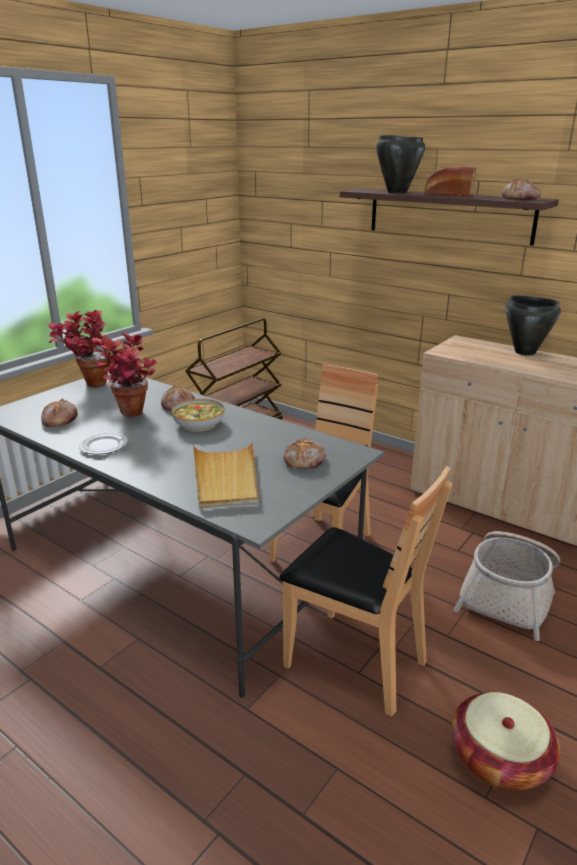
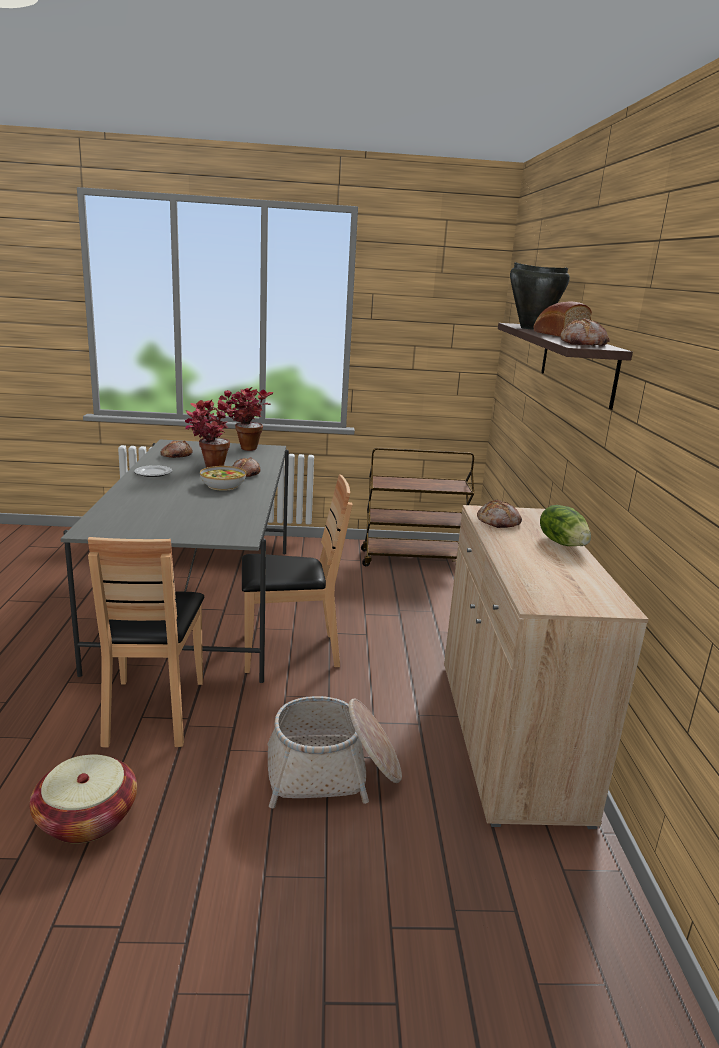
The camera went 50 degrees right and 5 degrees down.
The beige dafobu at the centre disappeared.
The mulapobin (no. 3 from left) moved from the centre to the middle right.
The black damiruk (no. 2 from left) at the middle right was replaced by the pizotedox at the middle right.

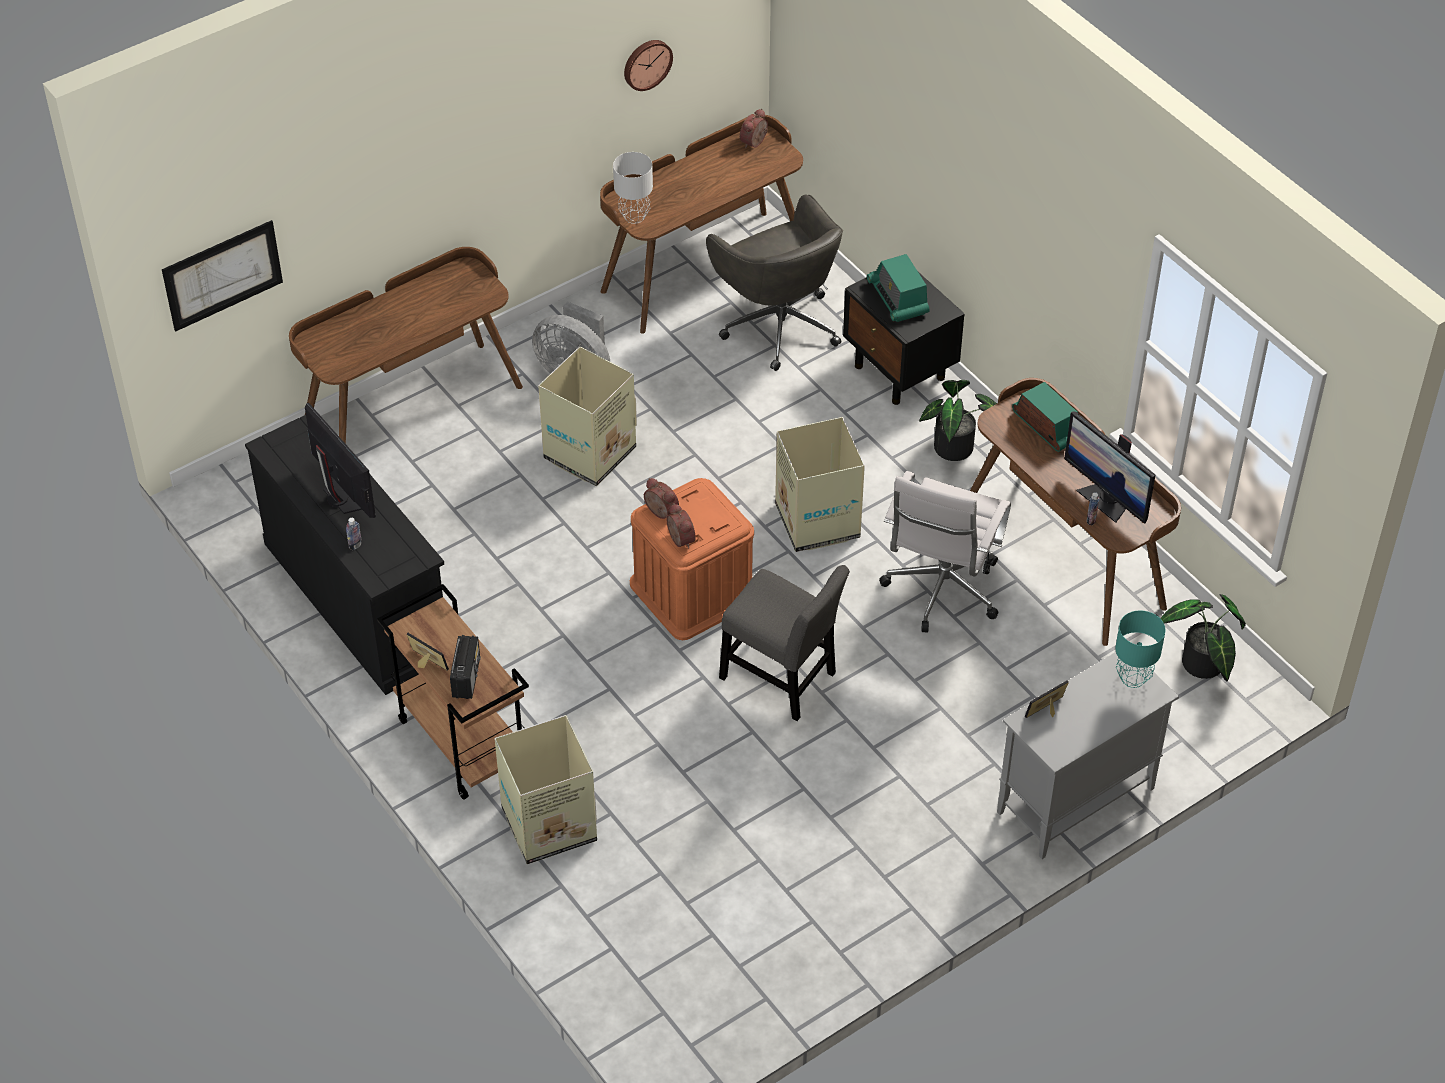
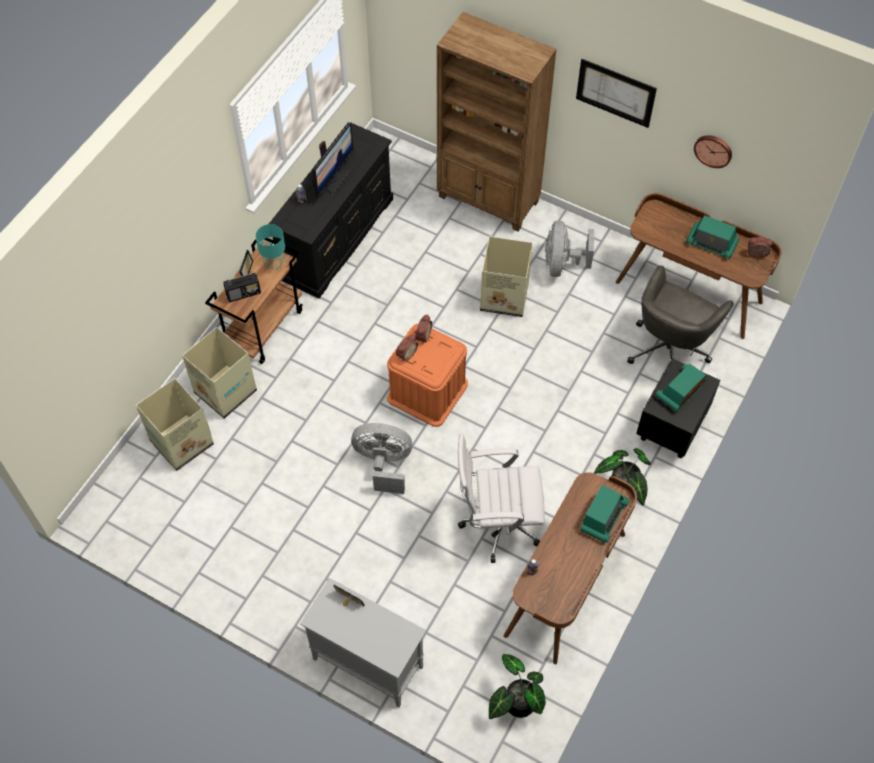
The camera went 65 degrees right and 10 degrees up.
The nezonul moved from the top left to the top right.
The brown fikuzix (no. 1 from left) at the top left was replaced by the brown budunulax at the top centre.
The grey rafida at the top centre disappeared.
The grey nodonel at the centre was replaced by the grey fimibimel (no. 1 from left) at the centre.
The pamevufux (no. 3 from left in the first image) moved from the centre to the middle left.
The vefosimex (no. 2 from left) at the middle right disappeared.
The turquoise rafida moved from the middle right to the top left.
The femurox (no. 4 from left) at the top right appeared.

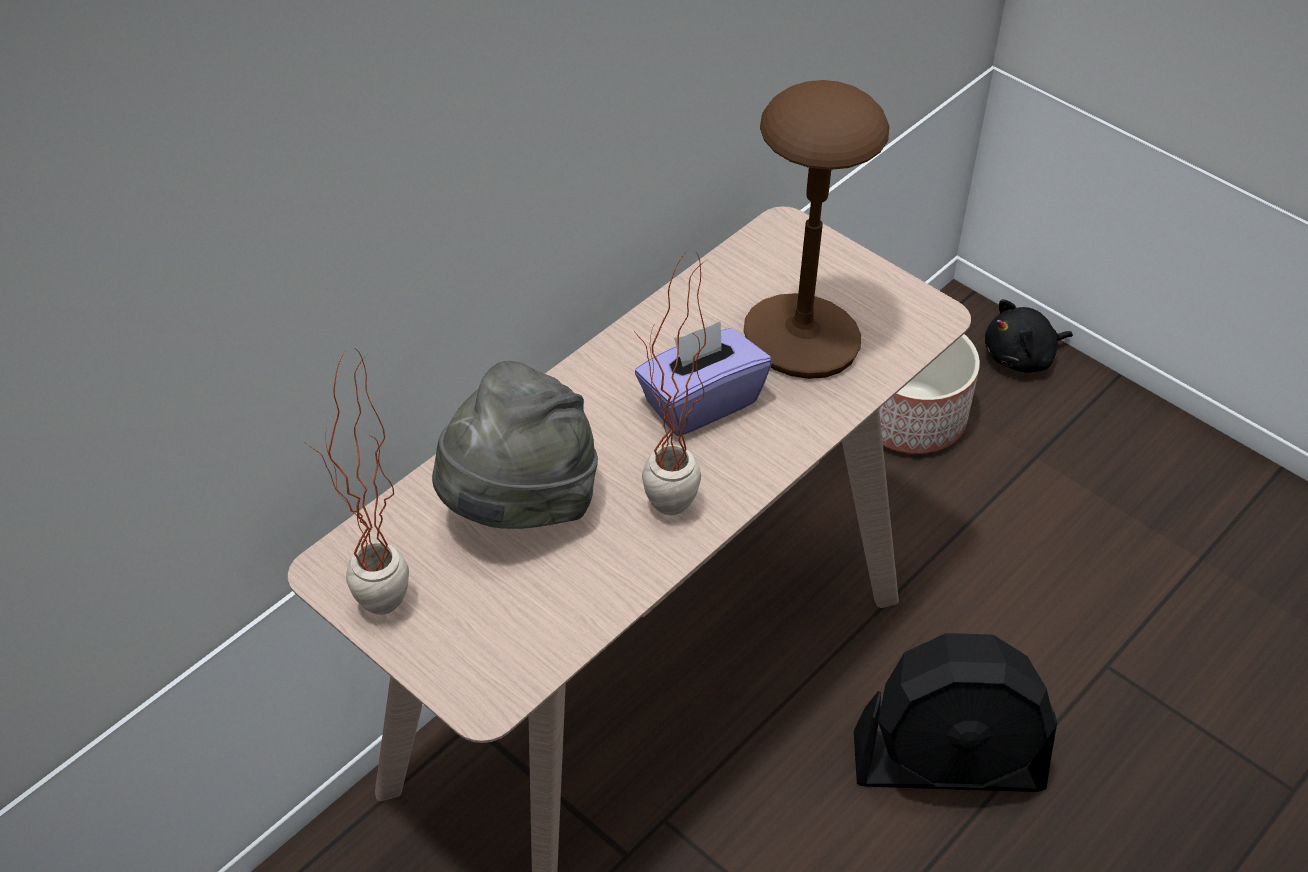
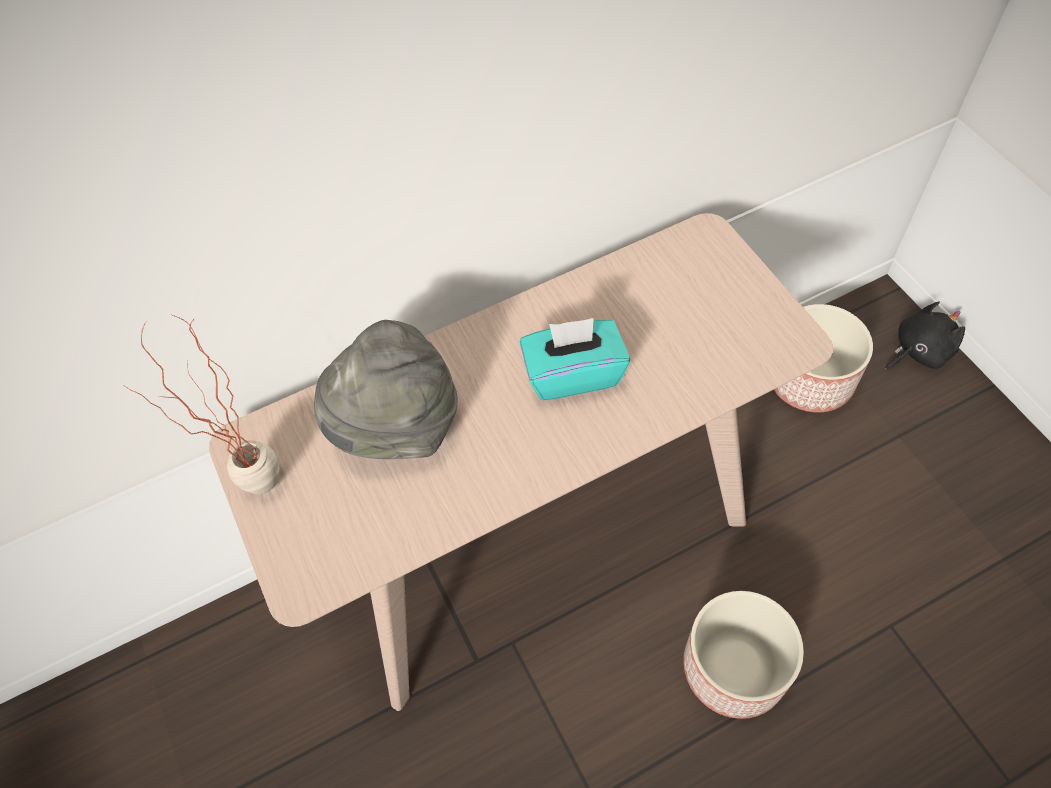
The camera went 25 degrees right and 10 degrees up.
The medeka (no. 2 from left) at the centre disappeared.
The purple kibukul at the centre became the turquoise kibukul at the centre.
The brown rafida at the top centre disappeared.
The black fimibimel at the bottom right was replaced by the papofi (no. 1 from left) at the bottom right.
The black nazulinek at the middle right turned 150 degrees clockwise.

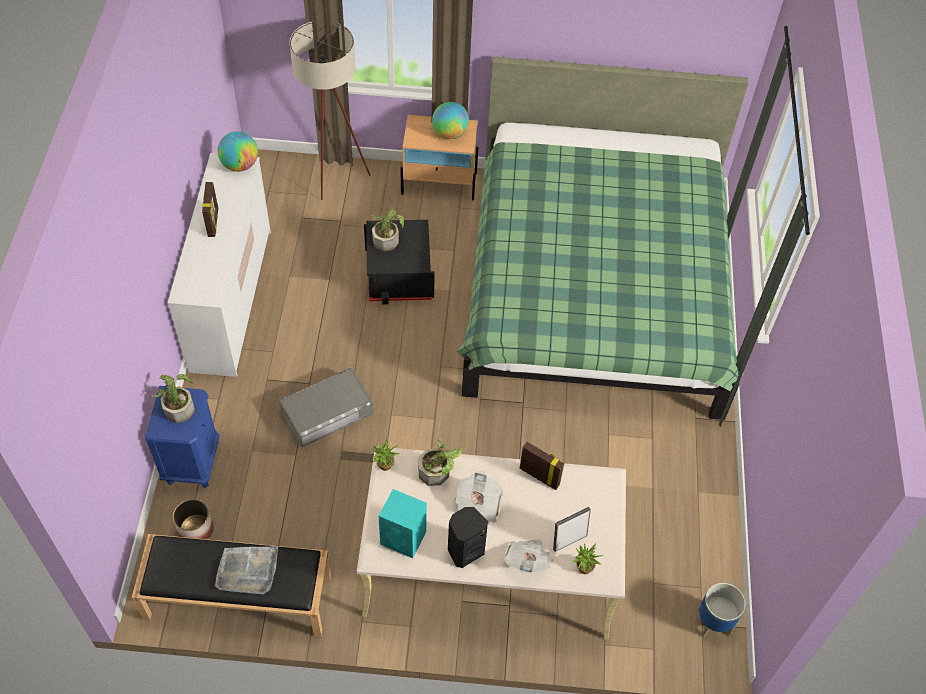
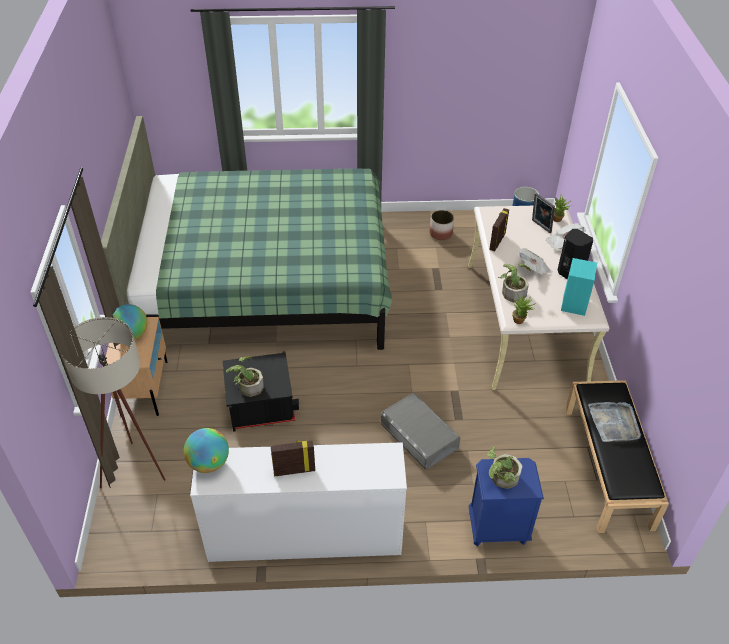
The camera went 95 degrees left and 10 degrees down.
The papofi (no. 1 from left) moved from the bottom left to the centre.

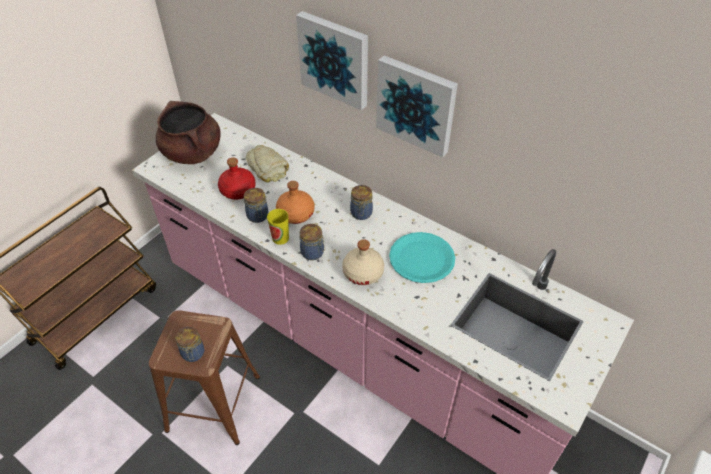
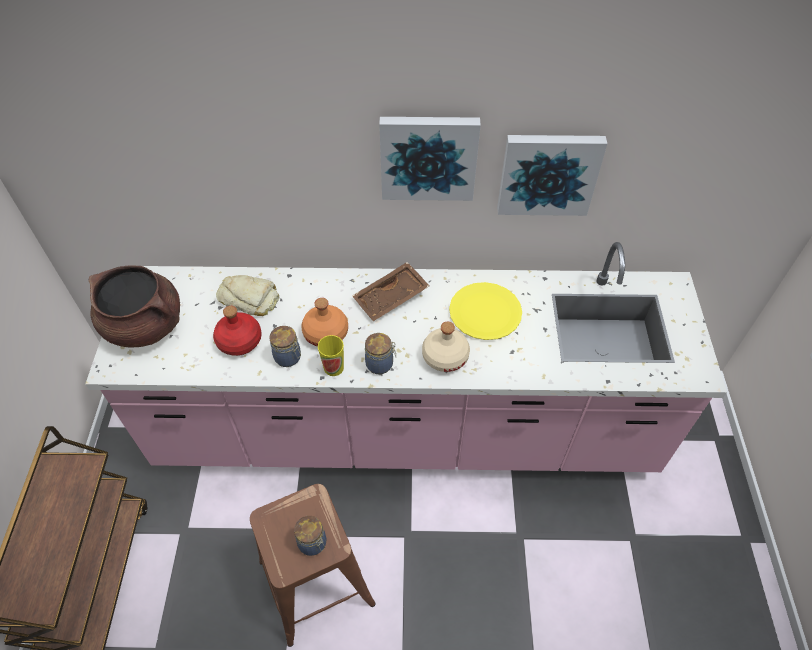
The camera went 35 degrees left and 5 degrees up.
The nezonul (no. 1 from left in the first image) moved from the top centre to the top right.
The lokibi (no. 4 from left) at the centre was replaced by the brown dafobu at the centre.
The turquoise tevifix at the centre became the yellow tevifix at the centre.

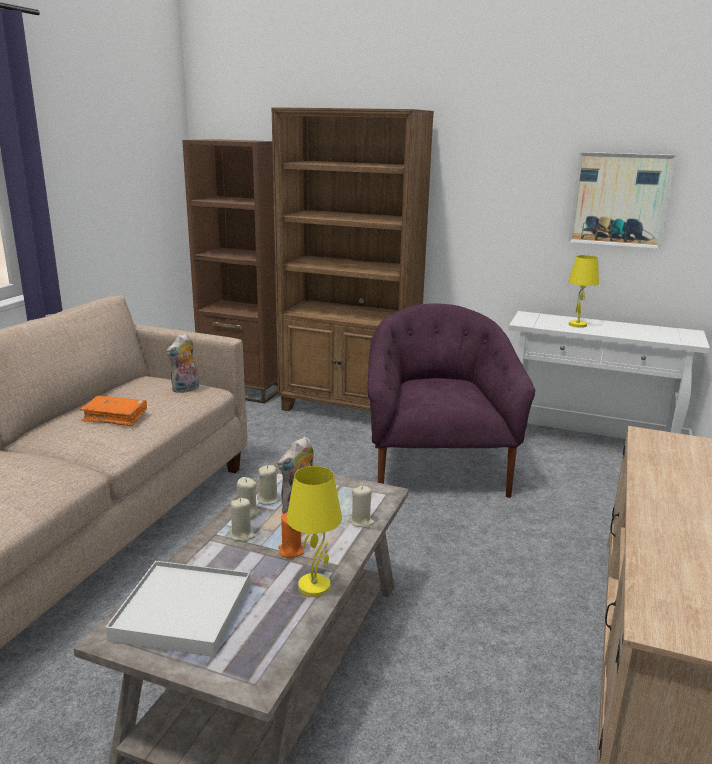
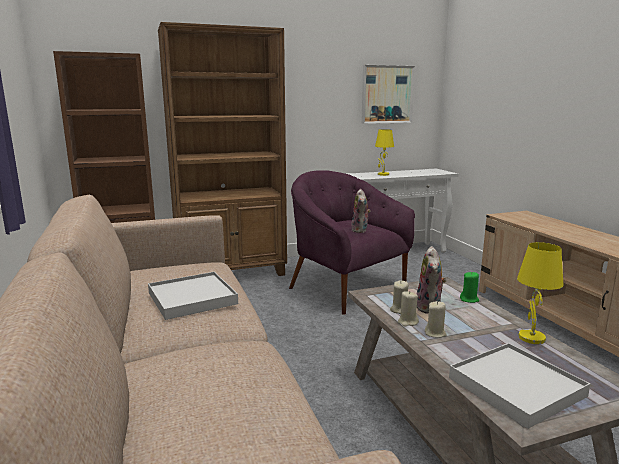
The camera went 40 degrees left and 5 degrees down.
The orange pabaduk at the middle left was replaced by the white dafobu (no. 1 from left) at the middle left.
The nazulinek (no. 1 from left) moved from the middle left to the centre.
The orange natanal at the bottom centre disappeared.
The beige natanal (no. 4 from left) at the centre became the green natanal at the middle right.

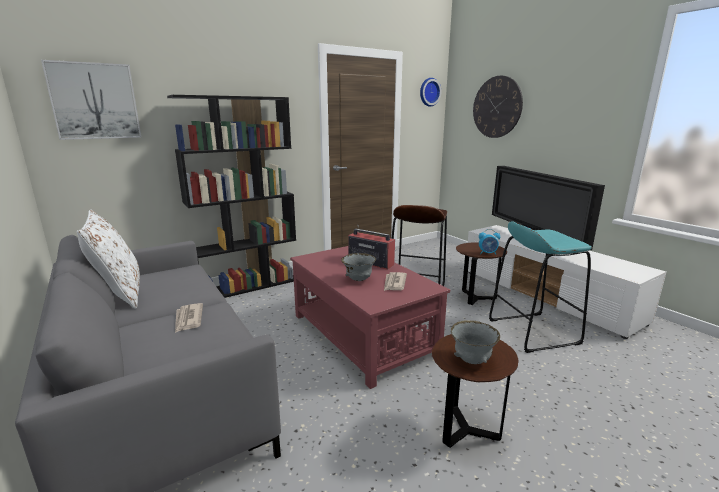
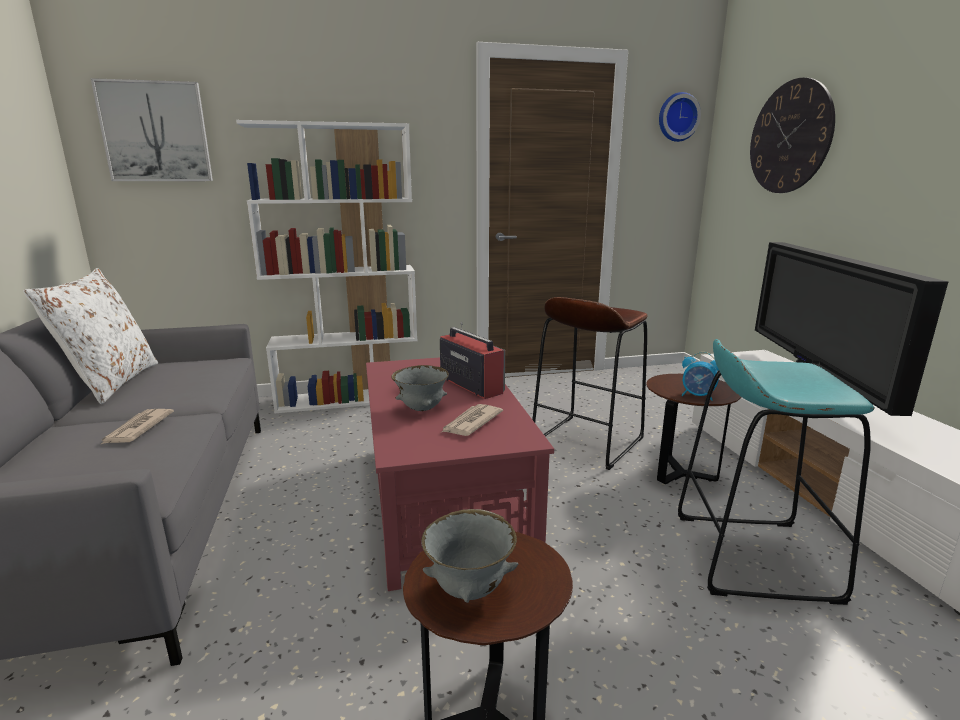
The camera went 20 degrees right and 0 degrees up.
The black budunulax at the middle left became the white budunulax at the centre.

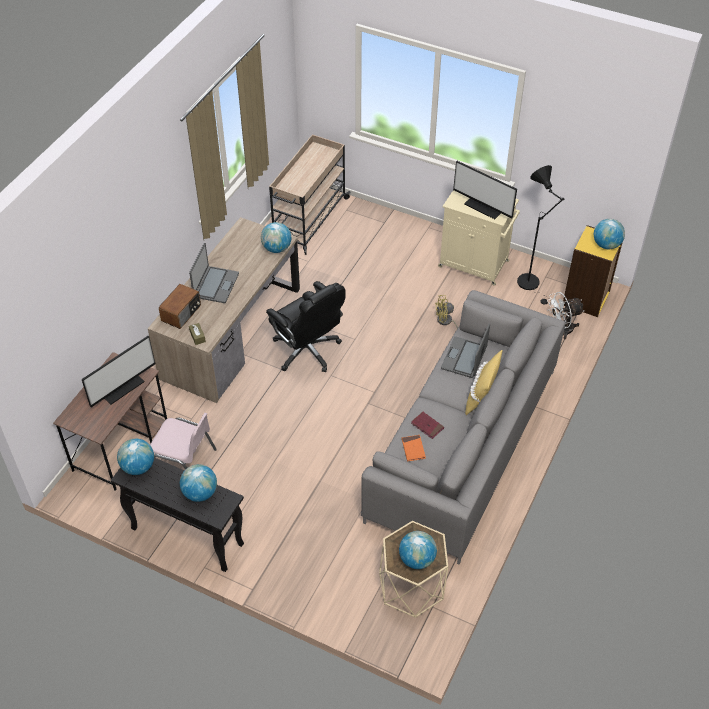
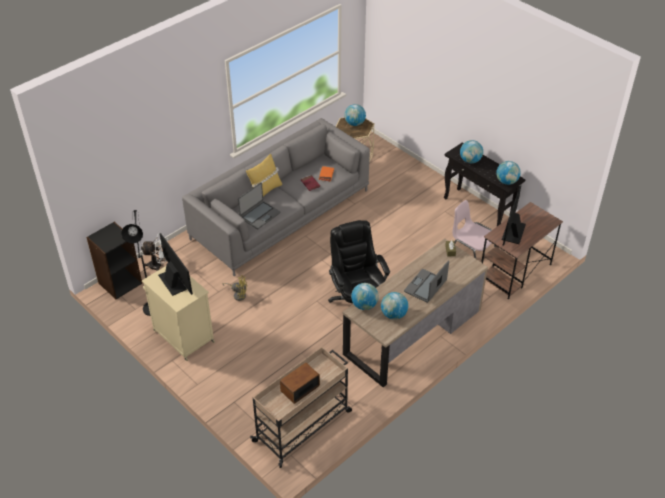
The camera went 160 degrees left and 5 degrees down.
The vefosimex (no. 1 from left in the first image) at the middle left turned 45 degrees counterclockwise.
The femurox moved from the middle left to the bottom centre.
The yellow budunulax at the middle right became the black budunulax at the middle left.
The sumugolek (no. 5 from left in the first image) moved from the top right to the centre.

